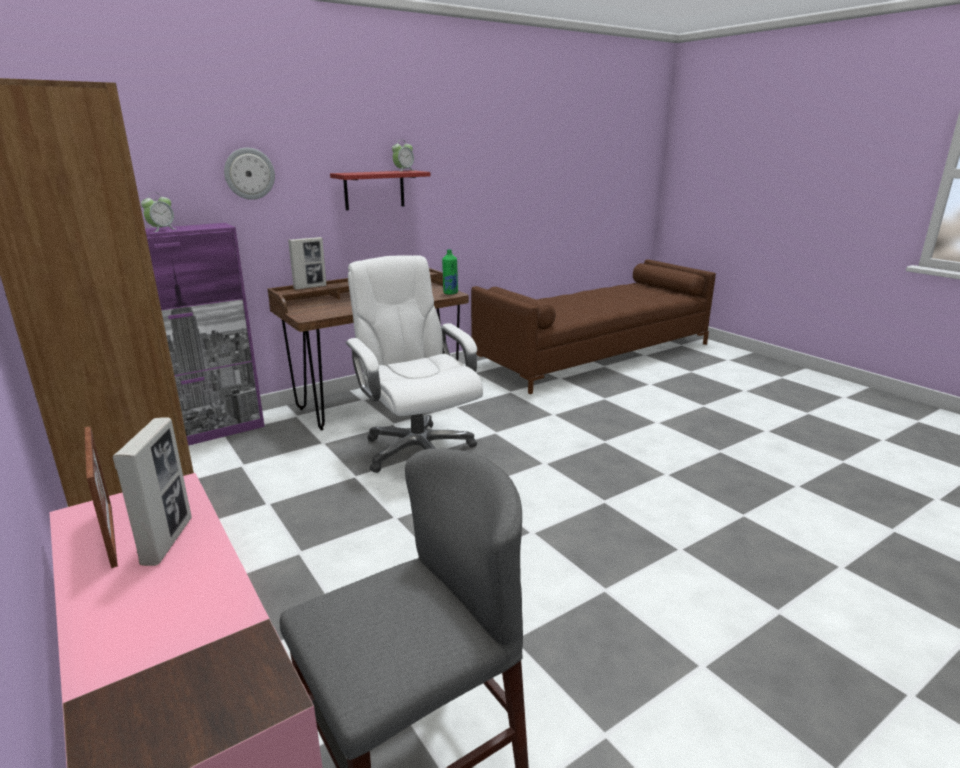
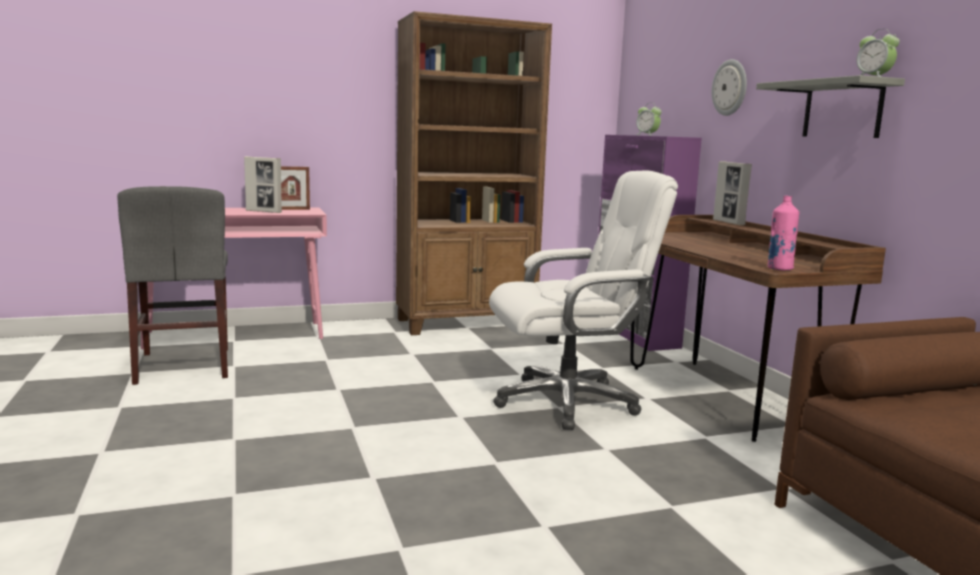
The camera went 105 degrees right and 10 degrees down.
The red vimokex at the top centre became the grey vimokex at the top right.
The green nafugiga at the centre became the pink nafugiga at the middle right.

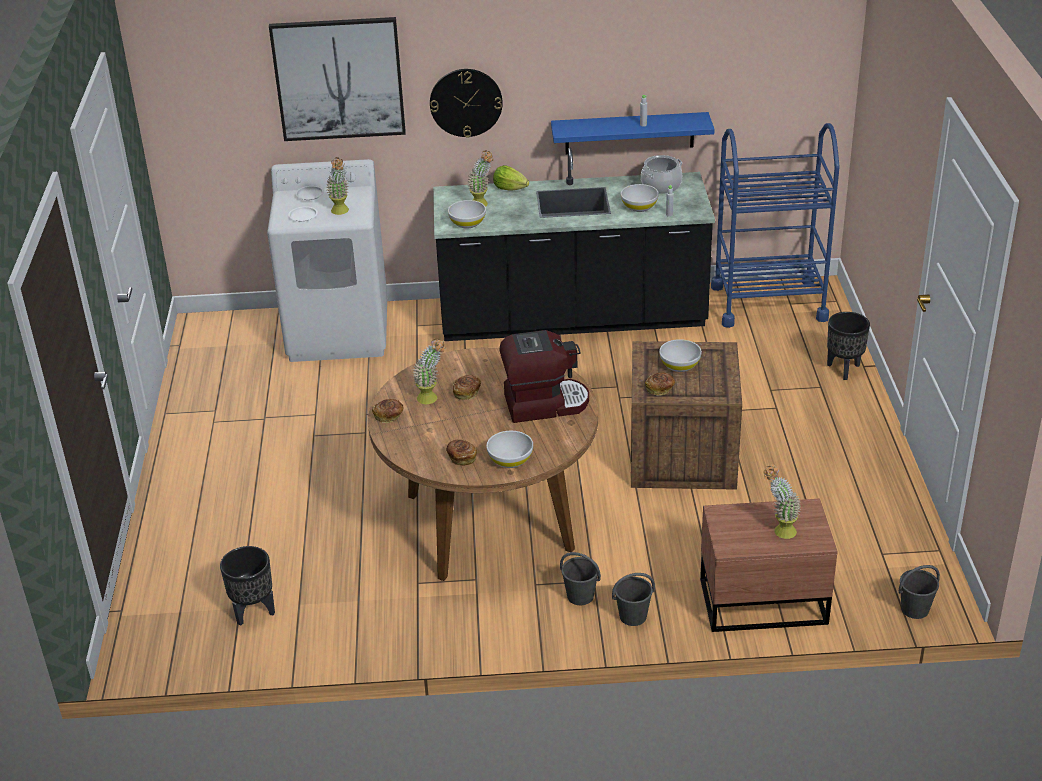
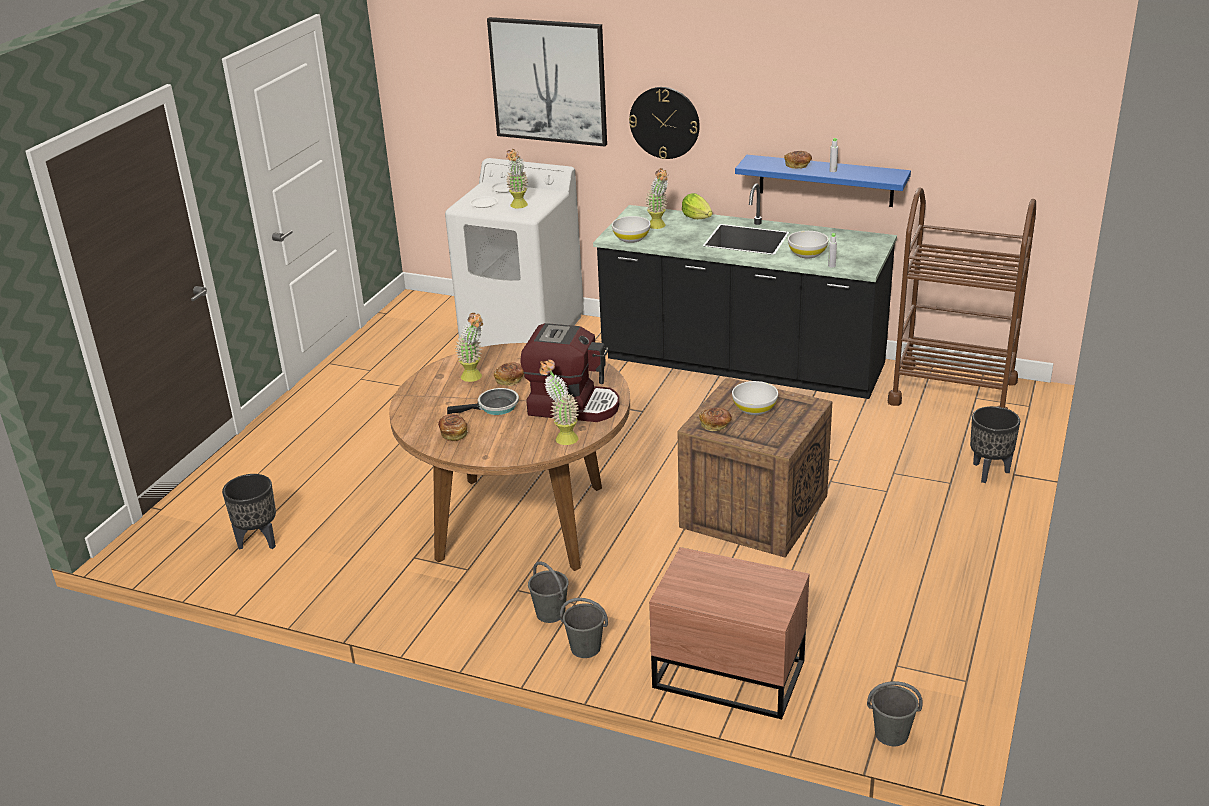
The camera went 25 degrees right and 5 degrees down.
The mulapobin (no. 1 from left in the first image) moved from the centre to the top centre.
The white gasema (no. 2 from left) at the centre disappeared.
The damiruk at the top centre disappeared.
The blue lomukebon at the top right became the brown lomukebon at the middle right.
The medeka (no. 4 from left in the first image) moved from the middle right to the centre.
The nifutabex at the centre appeared.

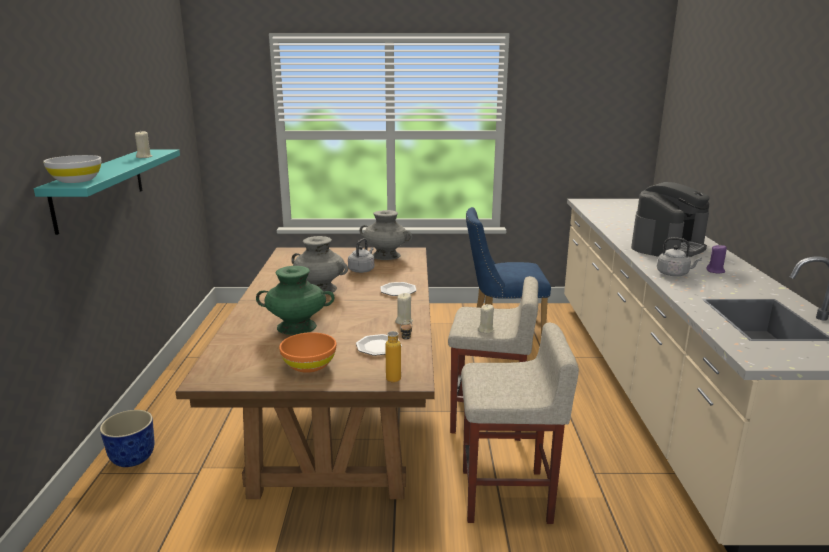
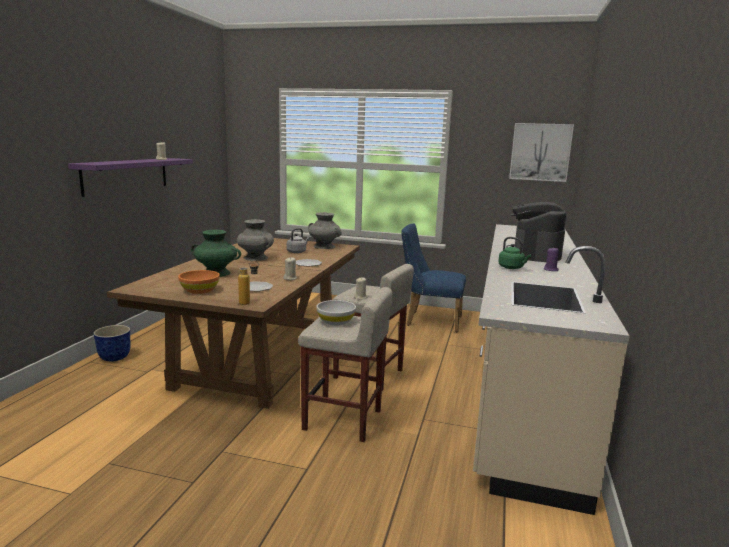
The camera went 15 degrees right and 5 degrees down.
The turquoise vimokex at the middle left became the purple vimokex at the top left.
The white gasema moved from the top left to the centre.
The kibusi at the middle right turned 135 degrees clockwise.
The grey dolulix (no. 2 from left) at the middle right became the green dolulix at the middle right.
The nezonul at the top right appeared.

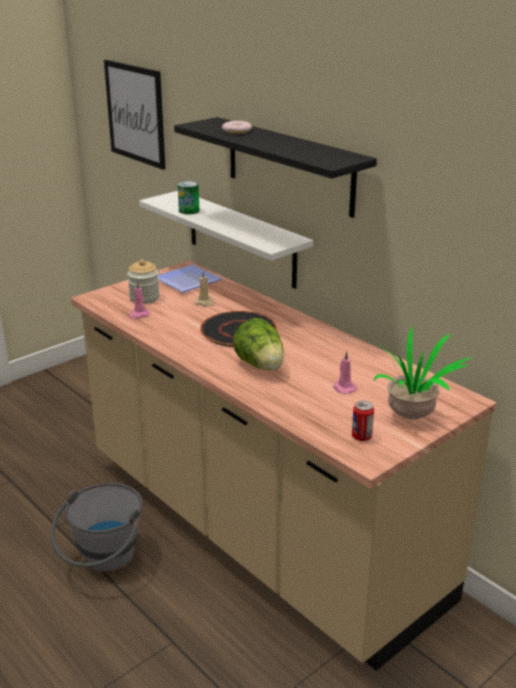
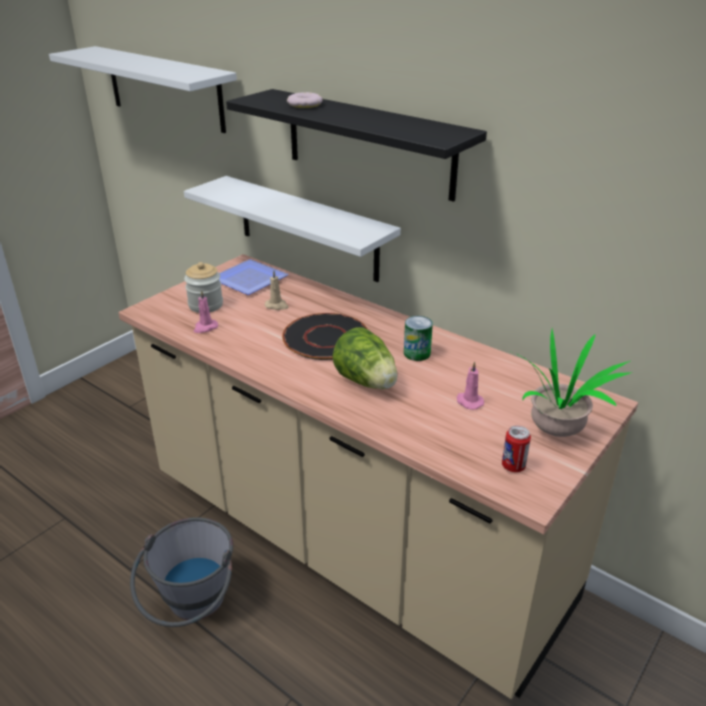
The camera went 10 degrees left and 5 degrees up.
The nezonul at the top left was replaced by the white vimokex (no. 1 from left) at the top left.
The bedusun (no. 1 from left) moved from the top centre to the centre.

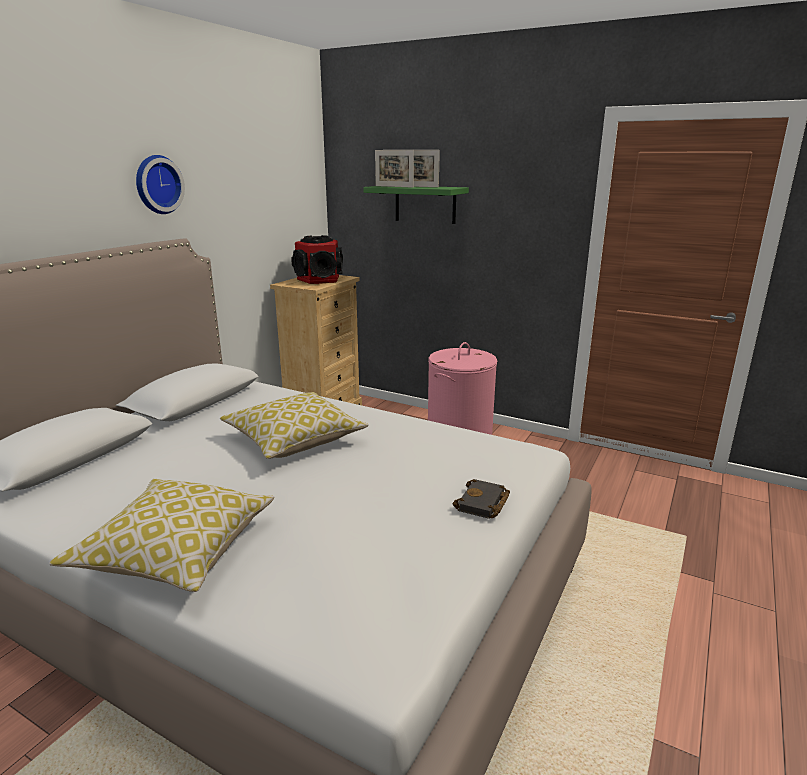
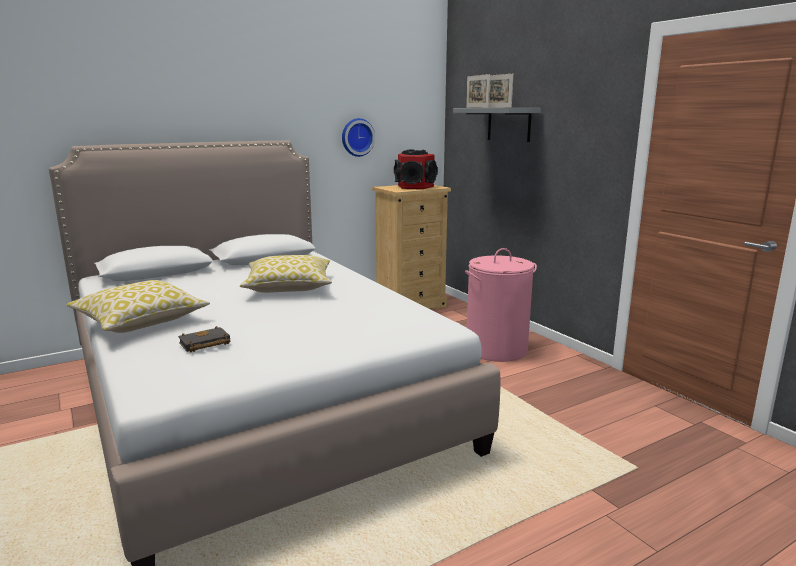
The camera went 30 degrees right and 5 degrees down.
The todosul moved from the top left to the top centre.
The green vimokex at the top centre became the grey vimokex at the top centre.
The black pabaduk moved from the centre to the middle left.

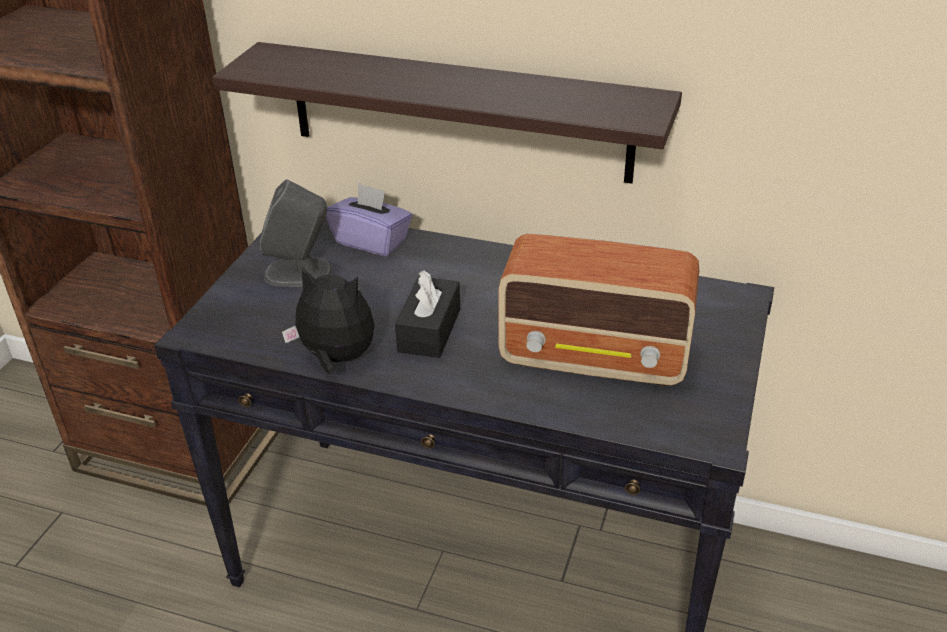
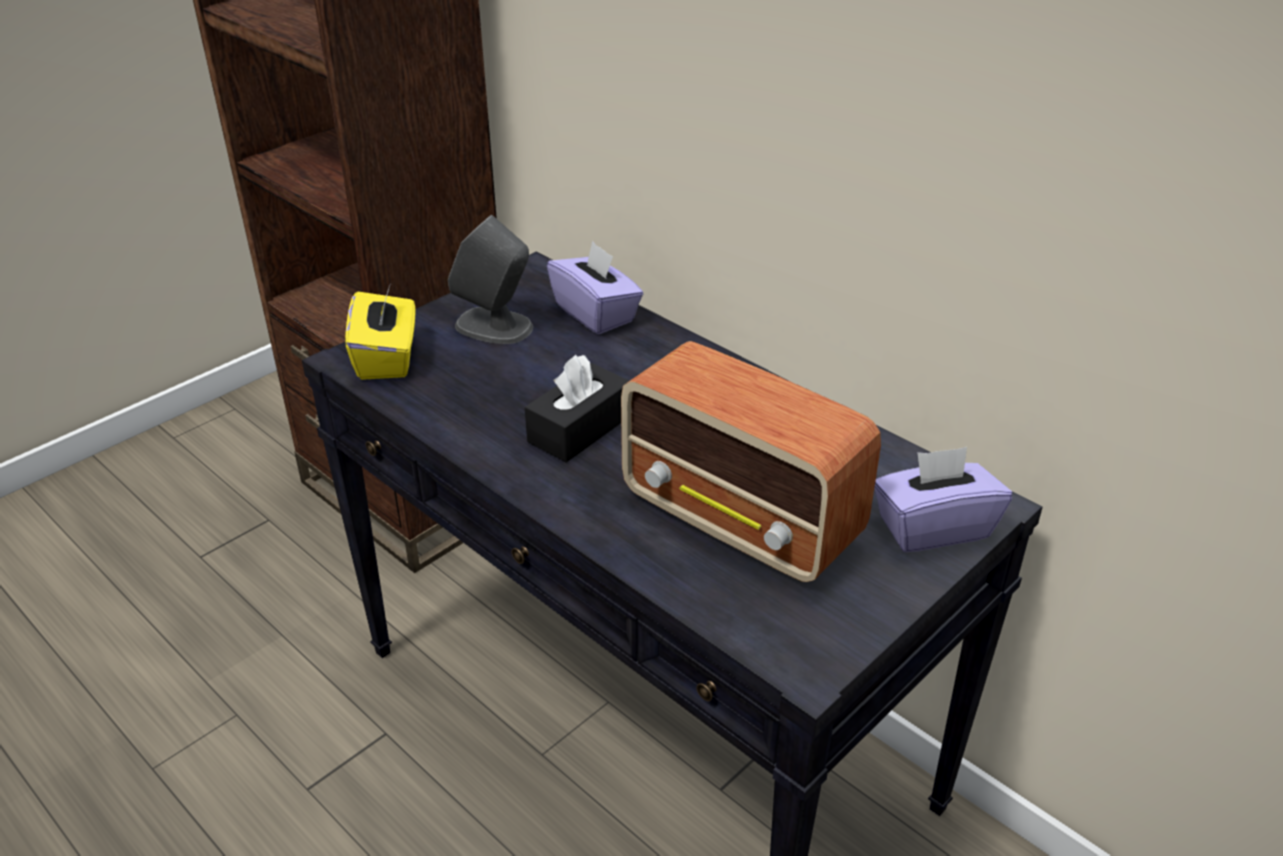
The camera went 25 degrees right and 0 degrees up.
The vimokex at the top centre disappeared.
The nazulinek at the centre disappeared.
The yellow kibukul at the middle left appeared.
The purple kibukul (no. 2 from left) at the middle right appeared.

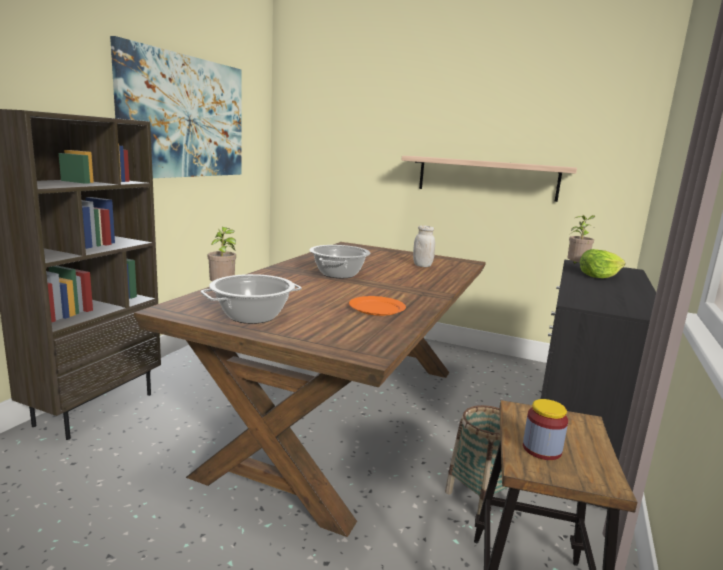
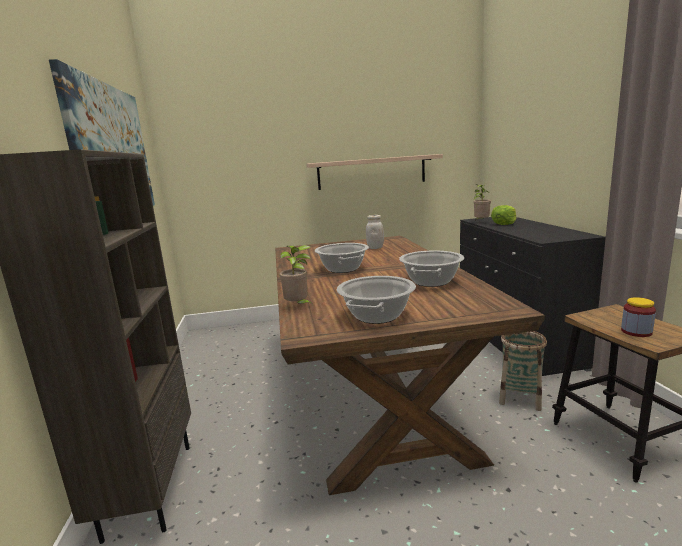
The camera went 30 degrees left and 0 degrees up.
The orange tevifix at the centre was replaced by the damiruk (no. 3 from left) at the centre.

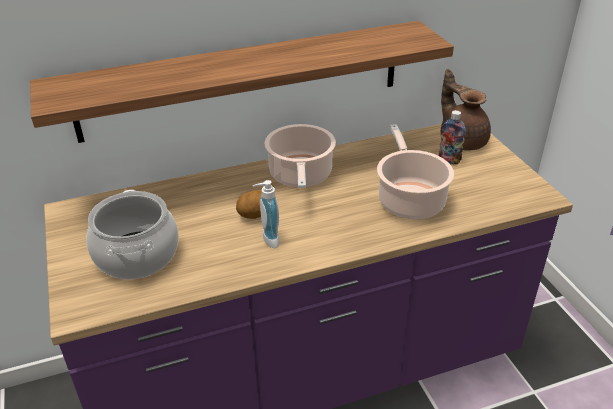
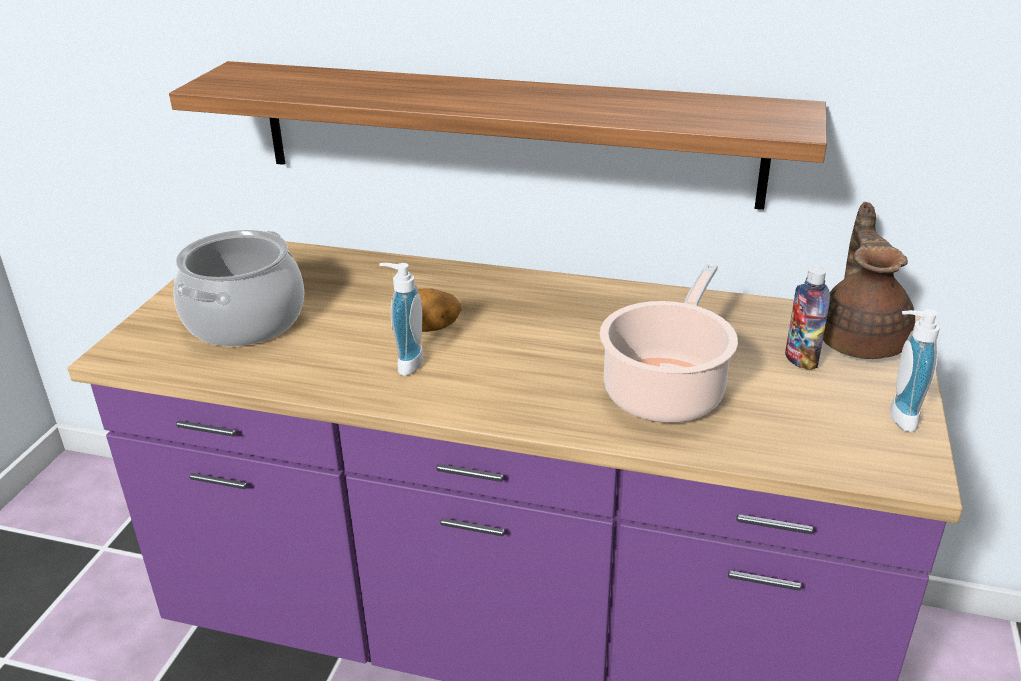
The camera went 35 degrees right and 5 degrees down.
The damiruk (no. 2 from left) at the centre disappeared.
The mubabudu (no. 2 from left) at the middle right appeared.

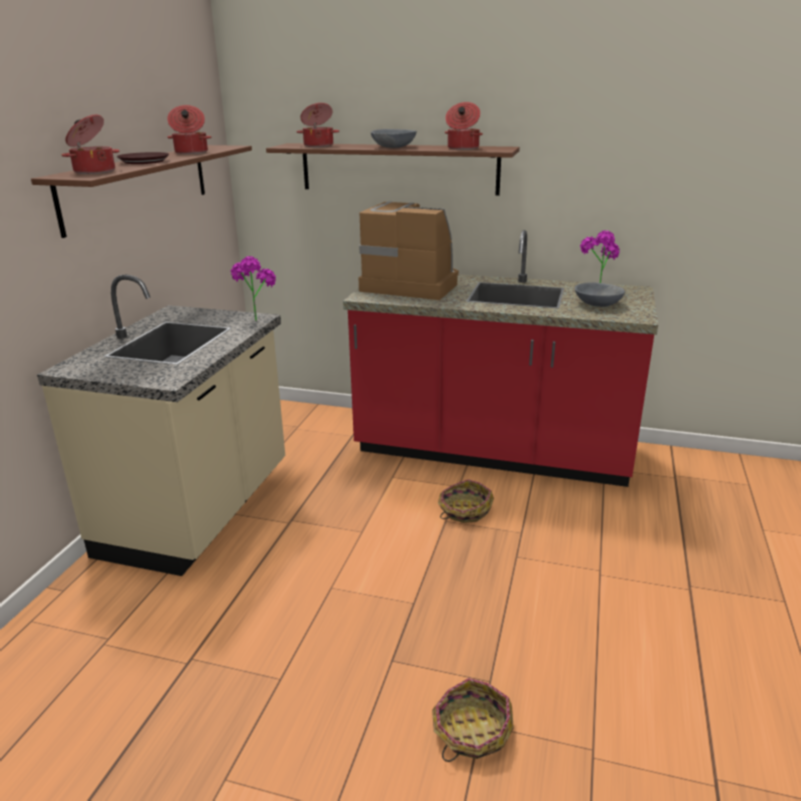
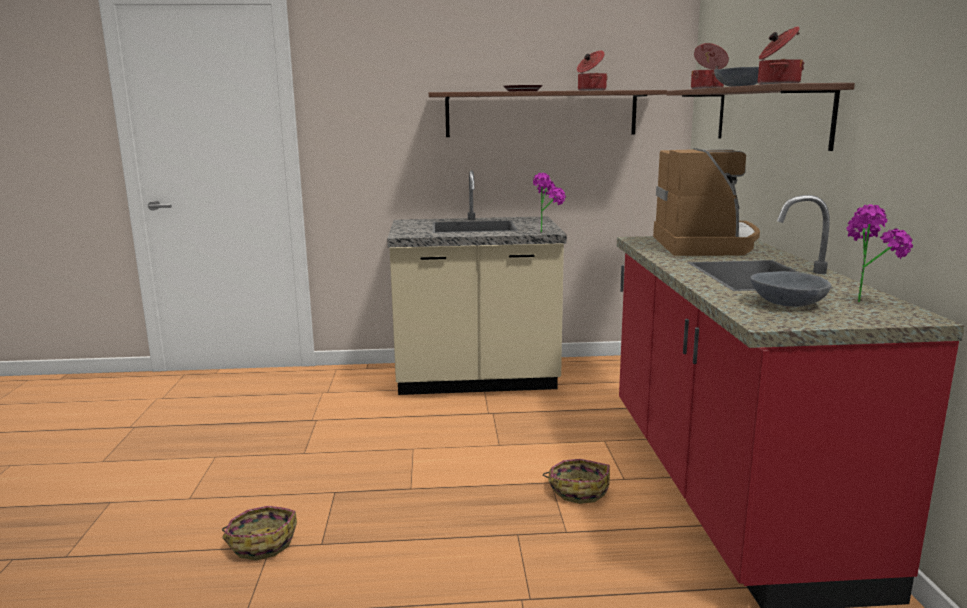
The camera went 70 degrees right and 10 degrees down.
The damiruk (no. 1 from left) at the top left disappeared.

